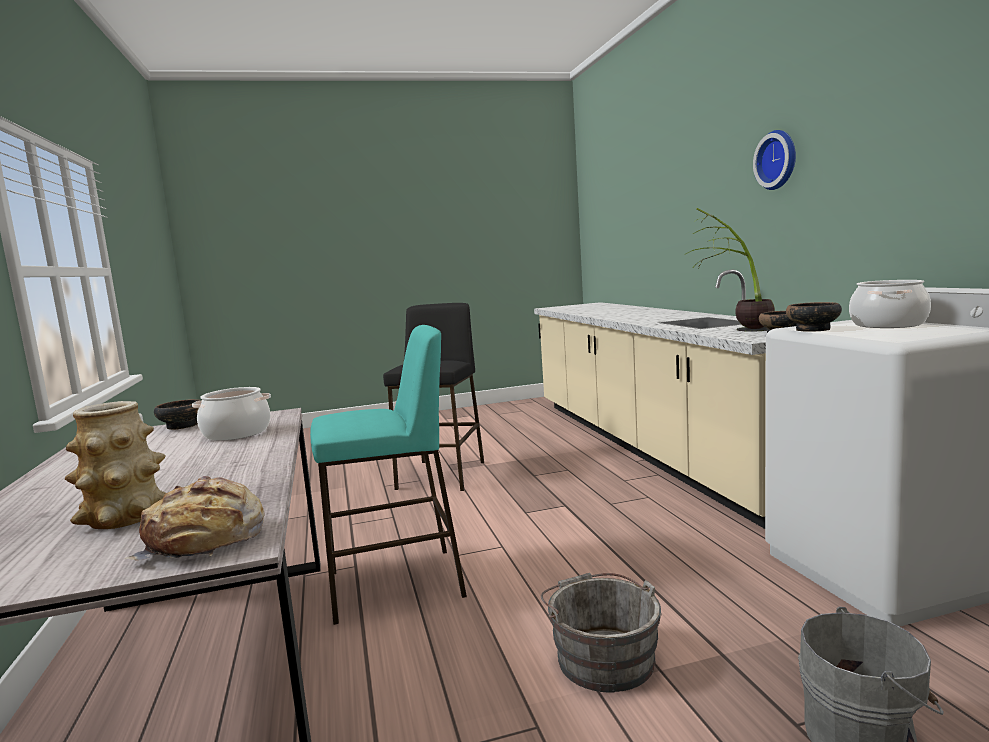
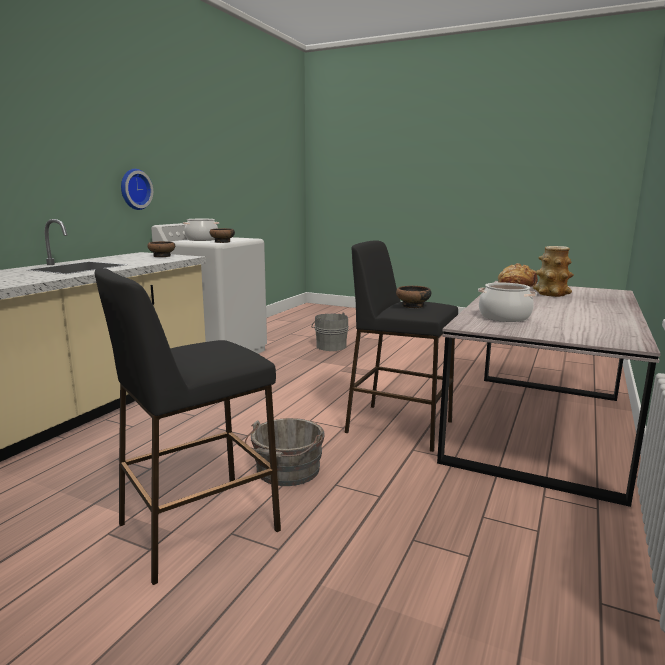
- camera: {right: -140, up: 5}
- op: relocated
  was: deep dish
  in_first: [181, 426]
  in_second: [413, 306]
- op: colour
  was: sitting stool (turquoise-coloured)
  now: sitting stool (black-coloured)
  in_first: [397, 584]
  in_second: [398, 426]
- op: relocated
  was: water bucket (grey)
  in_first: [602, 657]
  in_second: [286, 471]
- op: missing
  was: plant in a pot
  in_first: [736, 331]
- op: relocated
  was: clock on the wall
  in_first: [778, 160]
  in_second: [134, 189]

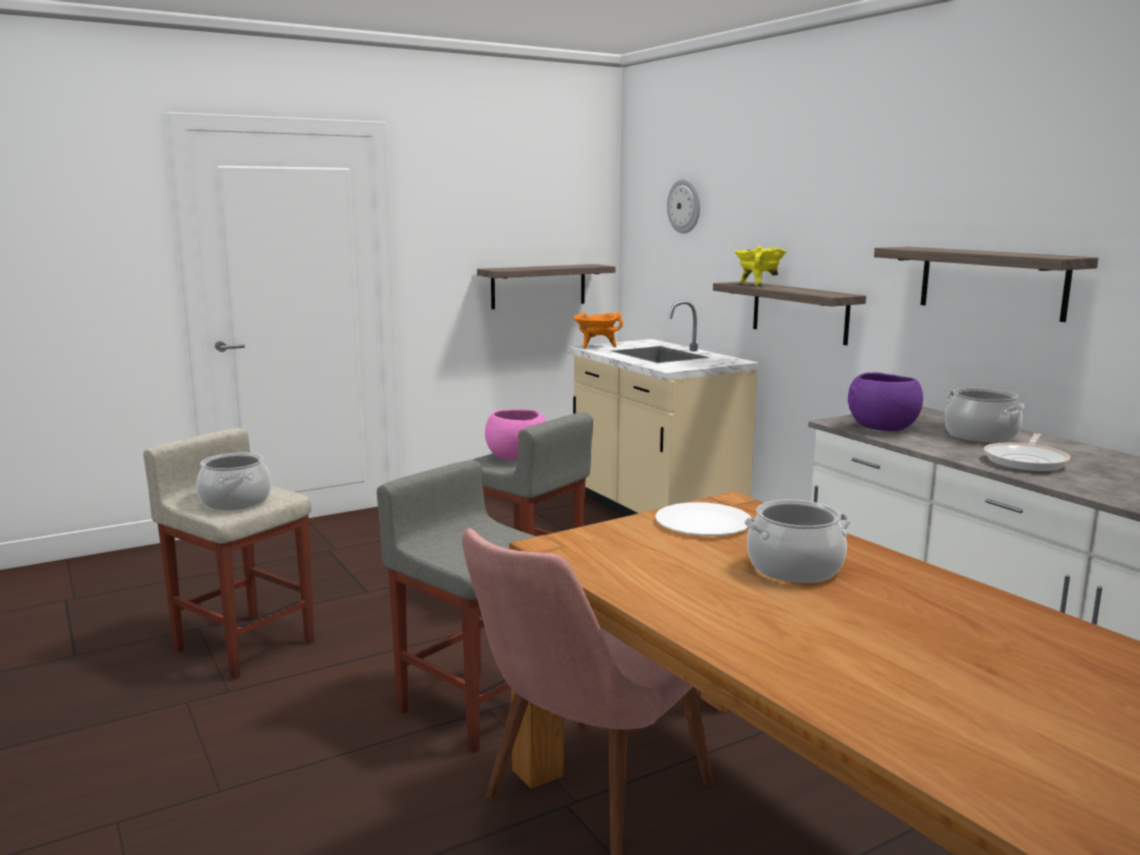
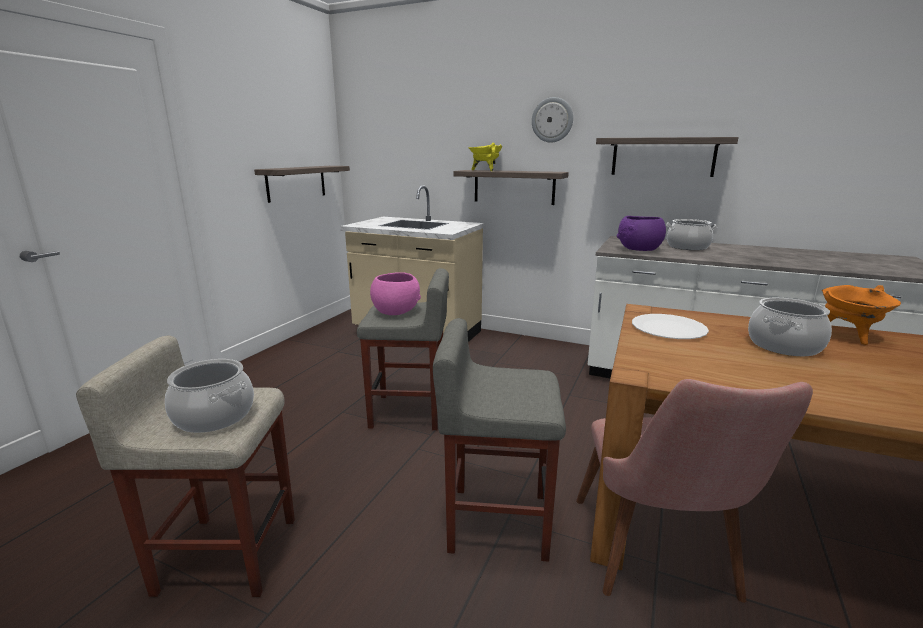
- camera: {right: -35, up: 5}
- op: relocated
  was: saucepot (orangey)
  in_first: [596, 346]
  in_second: [849, 336]
- op: relocated
  was: clock on the wall
  in_first: [684, 206]
  in_second: [552, 120]
- op: missing
  was: frying pan
  in_first: [1026, 461]

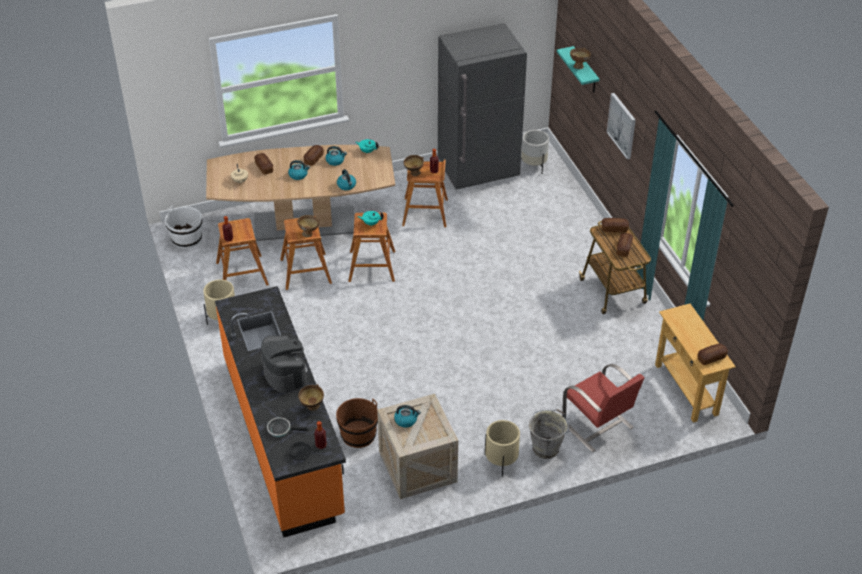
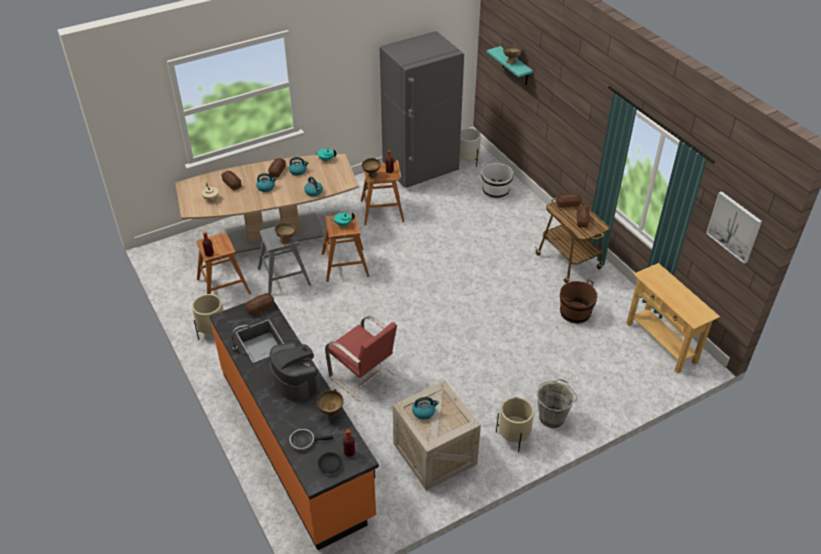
- camera: {right: -10, up: 0}
- op: relocated
  was: water bucket (whitish)
  in_first: [186, 239]
  in_second: [495, 191]
- op: colour
  was: sitting stool (brown)
  now: sitting stool (grey)
  in_first: [305, 272]
  in_second: [284, 277]
- op: relocated
  was: water bucket (brown)
  in_first: [358, 435]
  in_second: [575, 313]
- op: relocated
  was: chair (red)
  in_first: [598, 426]
  in_second: [363, 376]
- op: relocated
  was: wall picture
  in_first: [622, 125]
  in_second: [734, 227]
- op: relocated
  was: bread
  in_first: [711, 358]
  in_second: [260, 308]

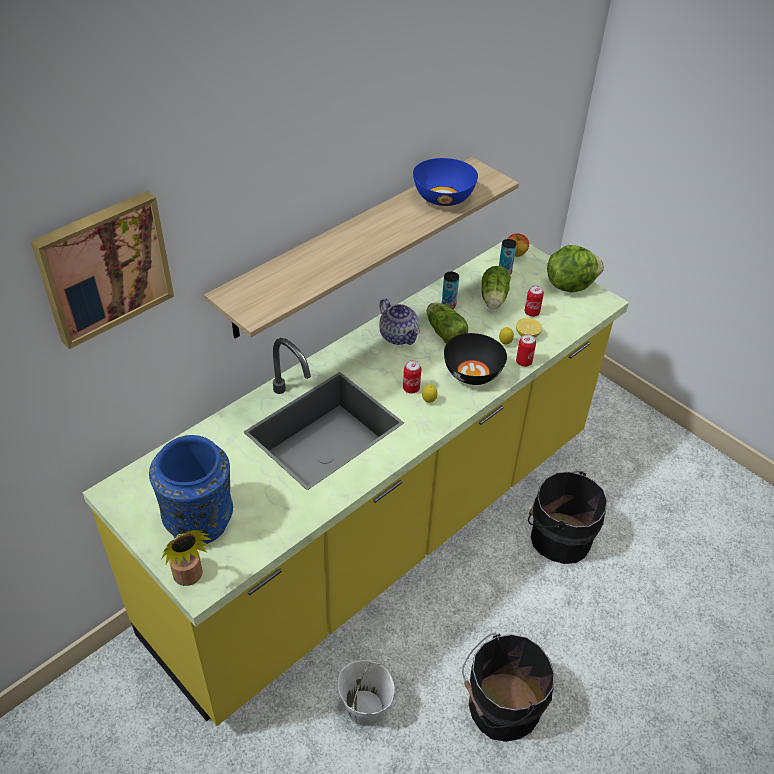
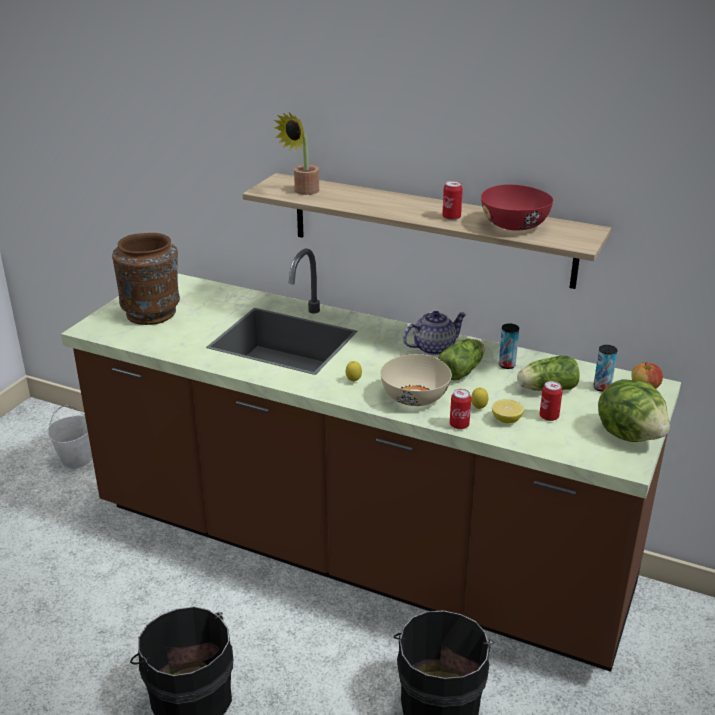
- camera: {right: 70, up: -15}
- op: missing
  was: wall picture
  in_first: [103, 267]
- op: colour
  was: kitchen base unit (yellow-coloured)
  now: kitchen base unit (brown)
  in_first: [381, 532]
  in_second: [357, 552]
- op: colour
  was: flower vase (bluish)
  now: flower vase (brown)
  in_first: [199, 520]
  in_second: [152, 313]
- op: relocated
  was: plant in a pot
  in_first: [190, 578]
  in_second: [303, 192]
- op: relocated
  was: water bucket (whitish)
  in_first: [364, 707]
  in_second: [77, 459]
- op: spun
  was: teapot
  in_first: [398, 335]
  in_second: [433, 348]
  clockwise: -150
- op: relocated
  was: sealed can
  in_first: [411, 388]
  in_second: [451, 217]
- op: colour
  was: deep dish (bluish)
  now: deep dish (red)
  in_first: [444, 197]
  in_second: [515, 225]
- op: colour
  was: deep dish (black-coloured)
  now: deep dish (beige)
  in_first: [472, 373]
  in_second: [414, 397]

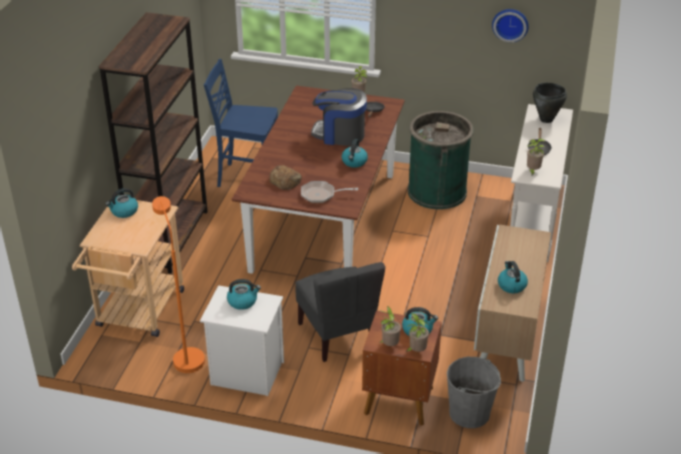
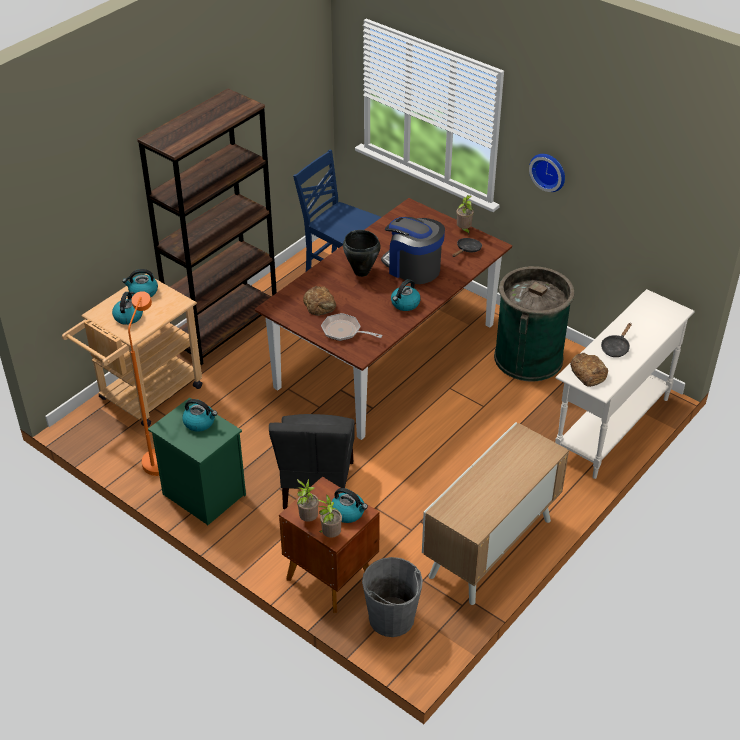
- camera: {right: 25, up: 5}
- op: colour
  was: bedside table (whitish)
  now: bedside table (green)
  in_first: [245, 373]
  in_second: [202, 494]
- op: relocated
  was: clock on the wall
  in_first: [510, 24]
  in_second: [549, 171]
- op: relocated
  was: kettle
  in_first: [511, 285]
  in_second: [128, 316]
- op: exchanged
  was: plant in a pot
  now: bread
  in_first: [532, 171]
  in_second: [588, 372]
- op: relocated
  was: saucepot (black-coloured)
  in_first: [546, 119]
  in_second: [361, 272]

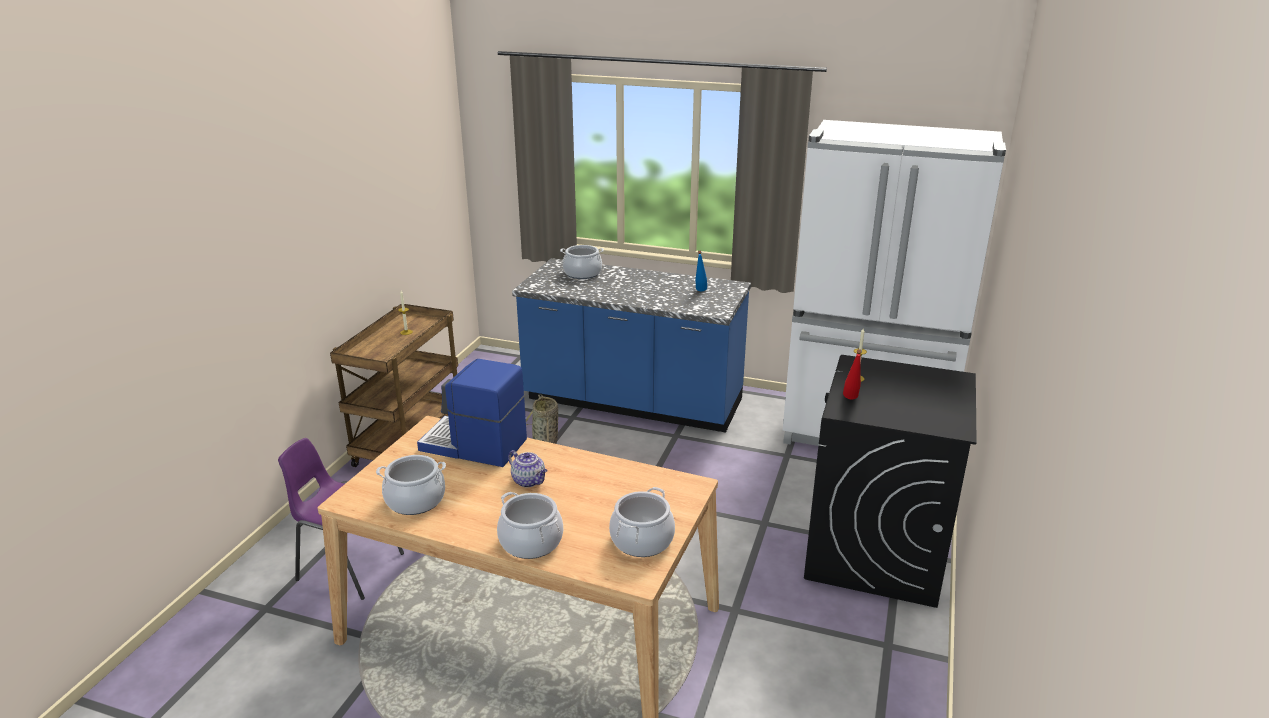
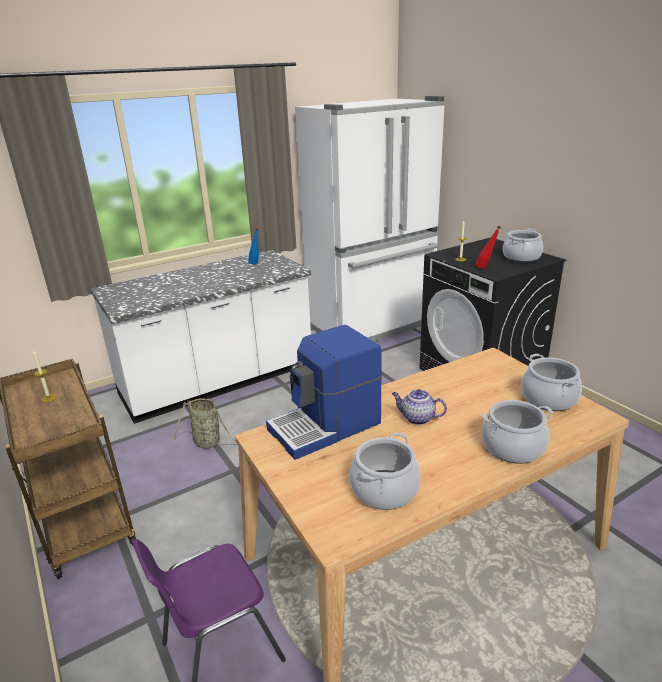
- camera: {right: -50, up: 0}
- op: spun
  was: teapot
  in_first: [529, 481]
  in_second: [417, 418]
  clockwise: -150
- op: colour
  was: kitchen base unit (bluish)
  now: kitchen base unit (whitish)
  in_first: [632, 402]
  in_second: [218, 382]
- op: relocated
  was: saucepot
  in_first: [582, 273]
  in_second: [521, 257]

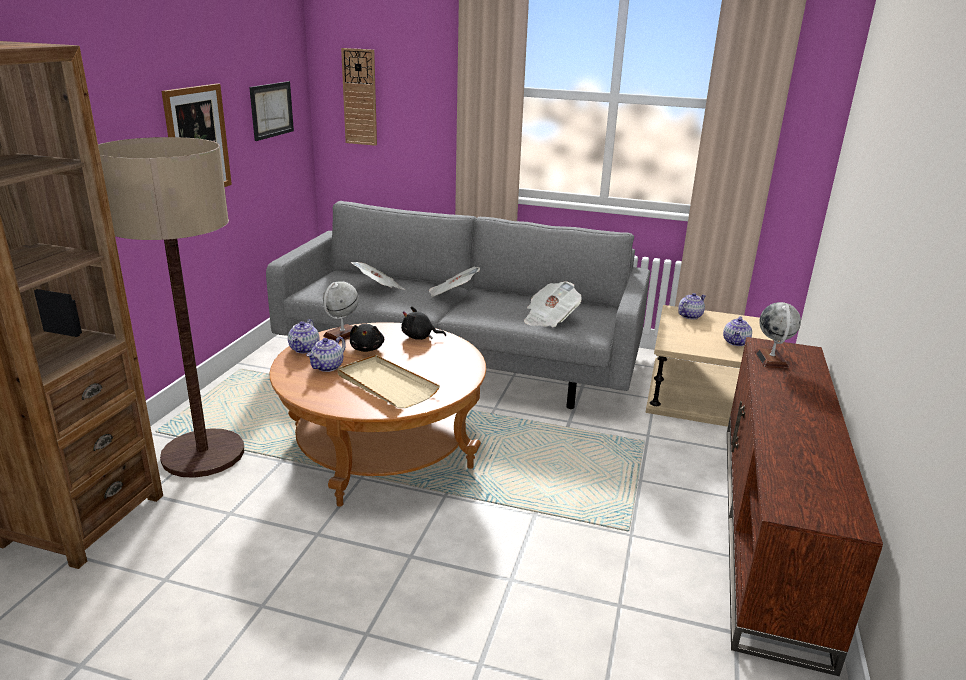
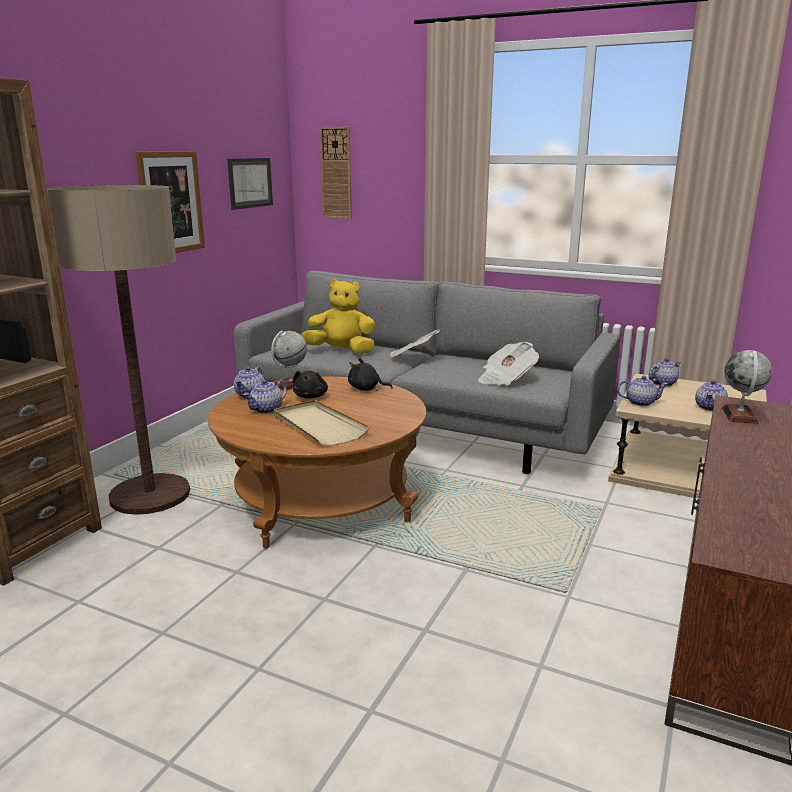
- camera: {right: 10, up: -5}
- op: exchanged
  was: printed paper
  now: plush toy (yellow-coloured)
  in_first: [379, 289]
  in_second: [341, 351]
- op: appeared
  now: teapot
  in_second: [640, 402]

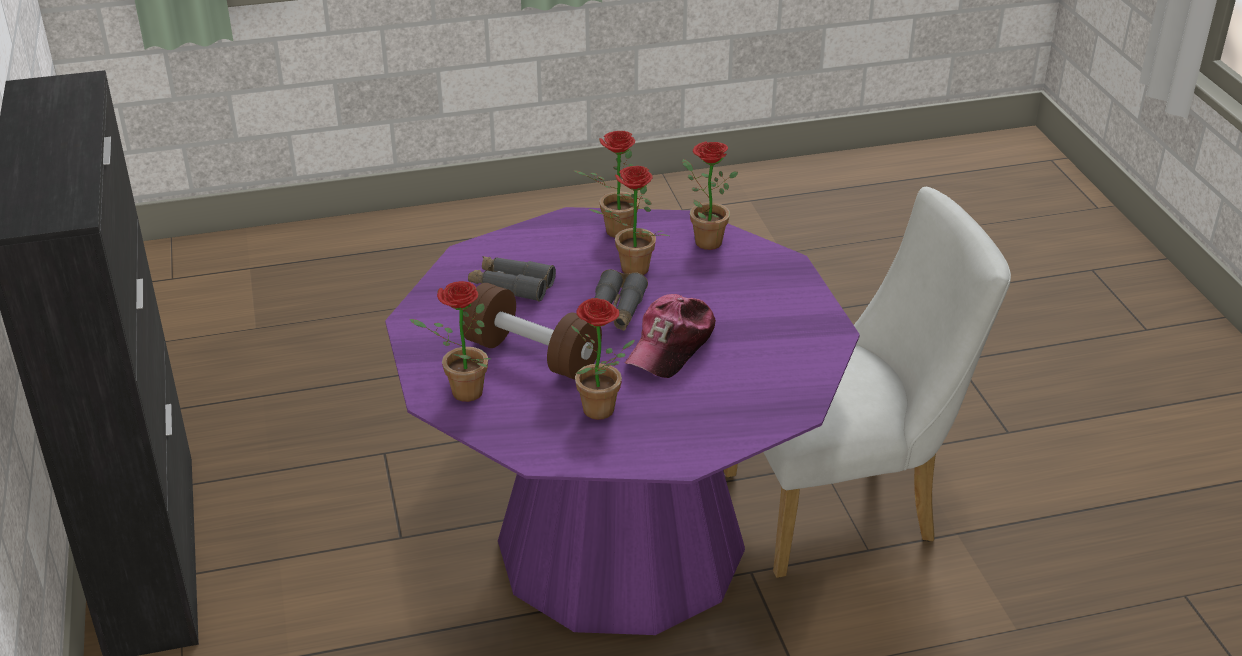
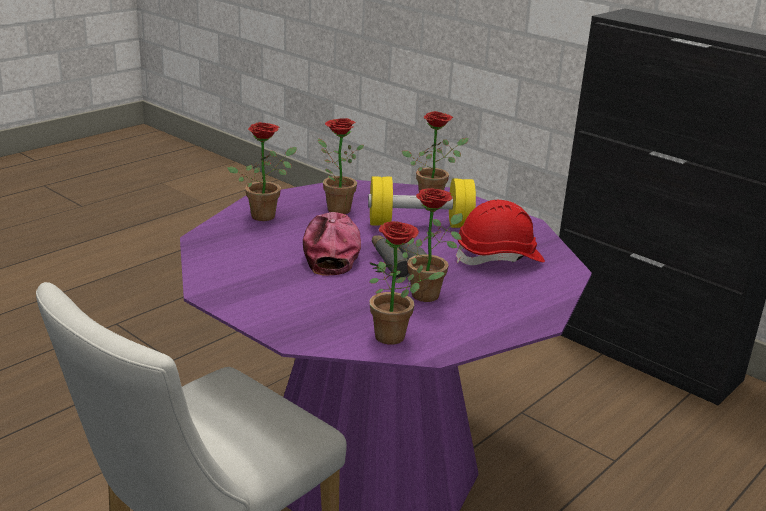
- camera: {right: 145, up: -10}
- op: colour
  was: free weight (brown)
  now: free weight (yellow-coloured)
  in_first: [532, 355]
  in_second: [419, 224]
- op: exchanged
  was: field glasses (grey)
  now: hard hat (red)
  in_first: [511, 285]
  in_second: [499, 258]
- op: relocated
  was: plant in a pot
  in_first: [613, 232]
  in_second: [266, 214]

